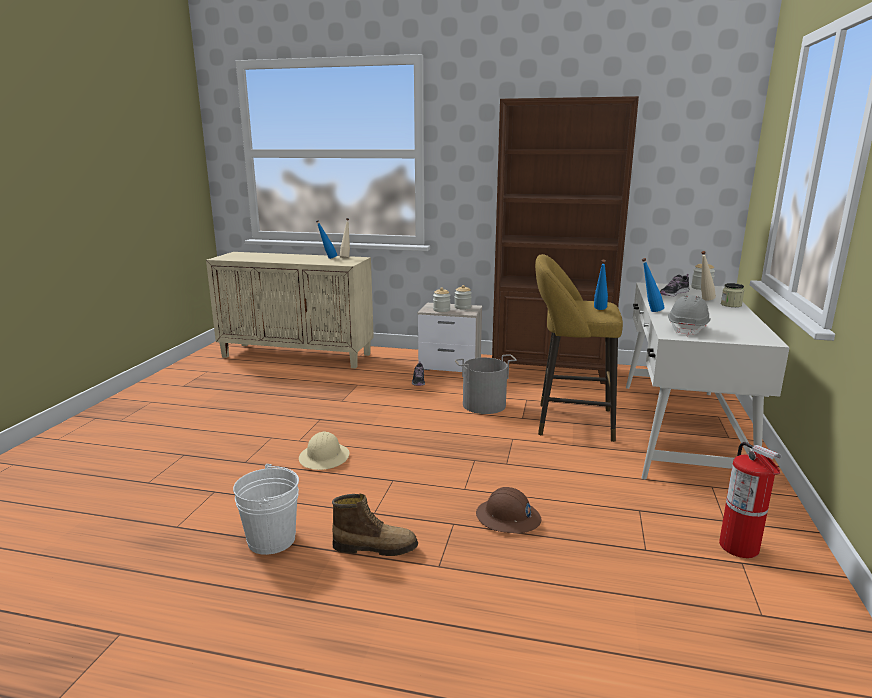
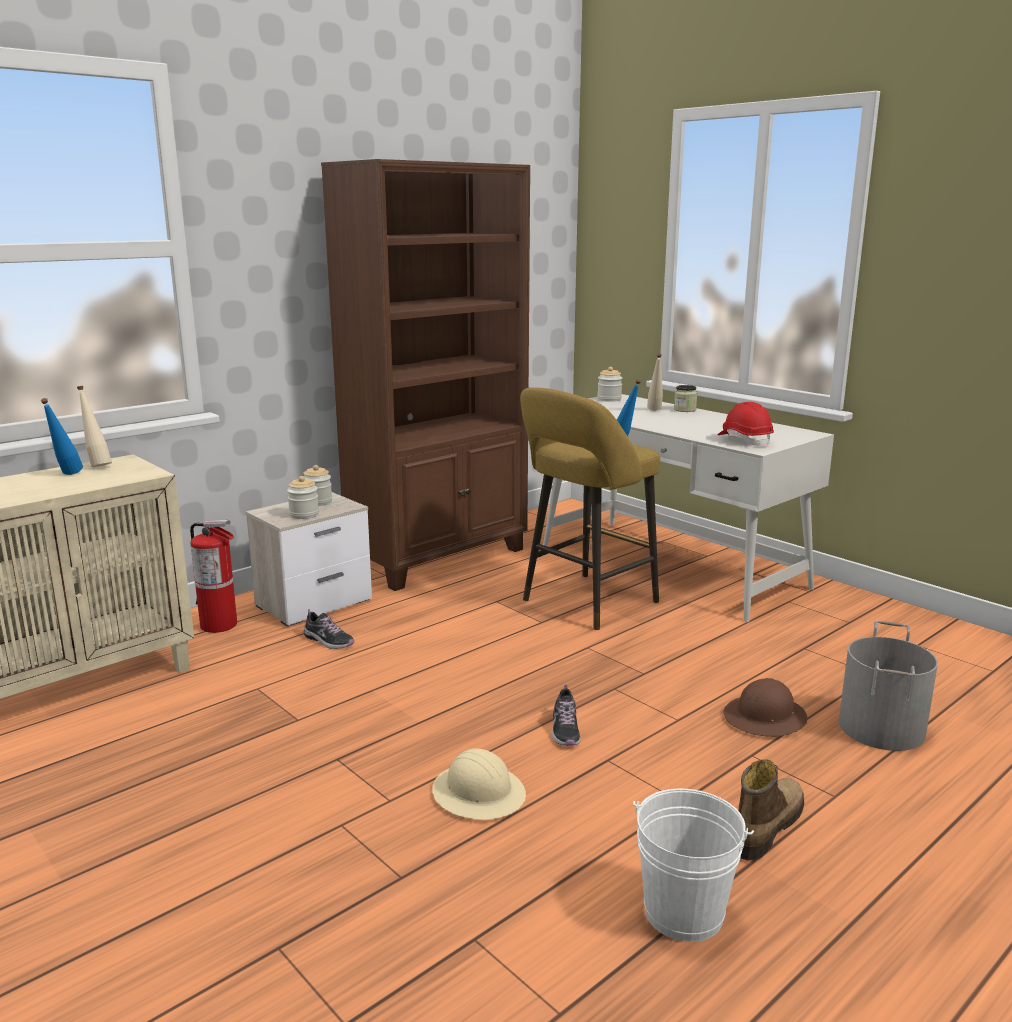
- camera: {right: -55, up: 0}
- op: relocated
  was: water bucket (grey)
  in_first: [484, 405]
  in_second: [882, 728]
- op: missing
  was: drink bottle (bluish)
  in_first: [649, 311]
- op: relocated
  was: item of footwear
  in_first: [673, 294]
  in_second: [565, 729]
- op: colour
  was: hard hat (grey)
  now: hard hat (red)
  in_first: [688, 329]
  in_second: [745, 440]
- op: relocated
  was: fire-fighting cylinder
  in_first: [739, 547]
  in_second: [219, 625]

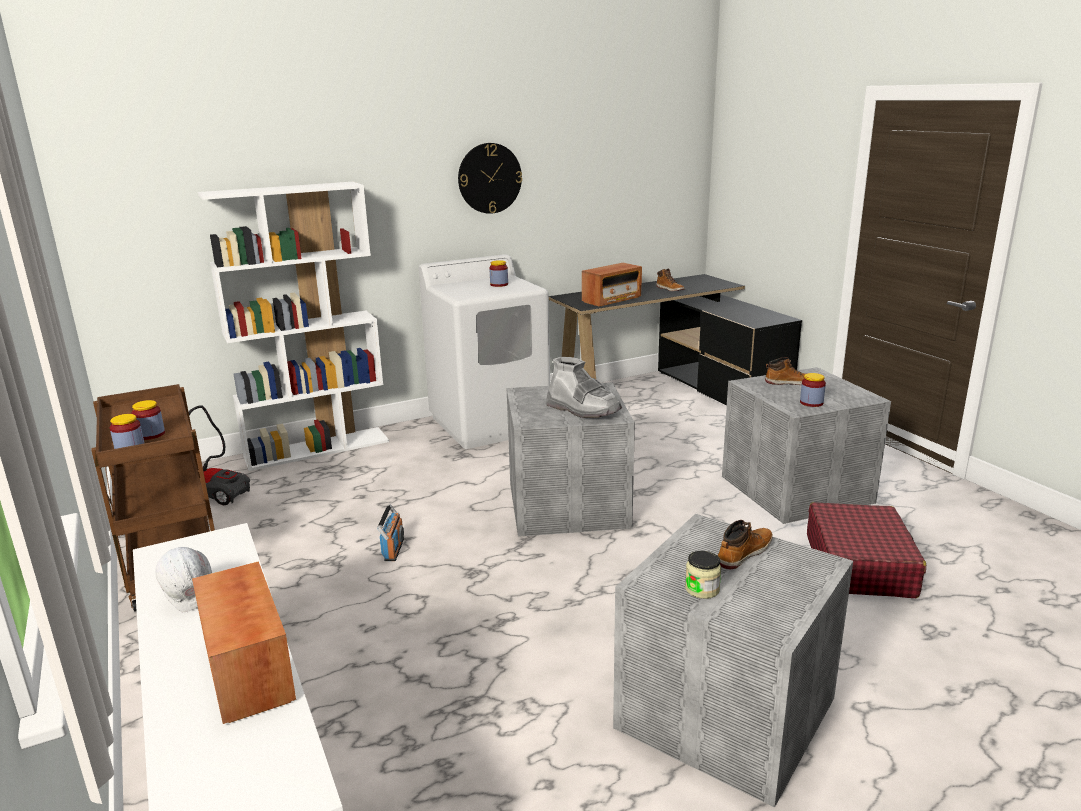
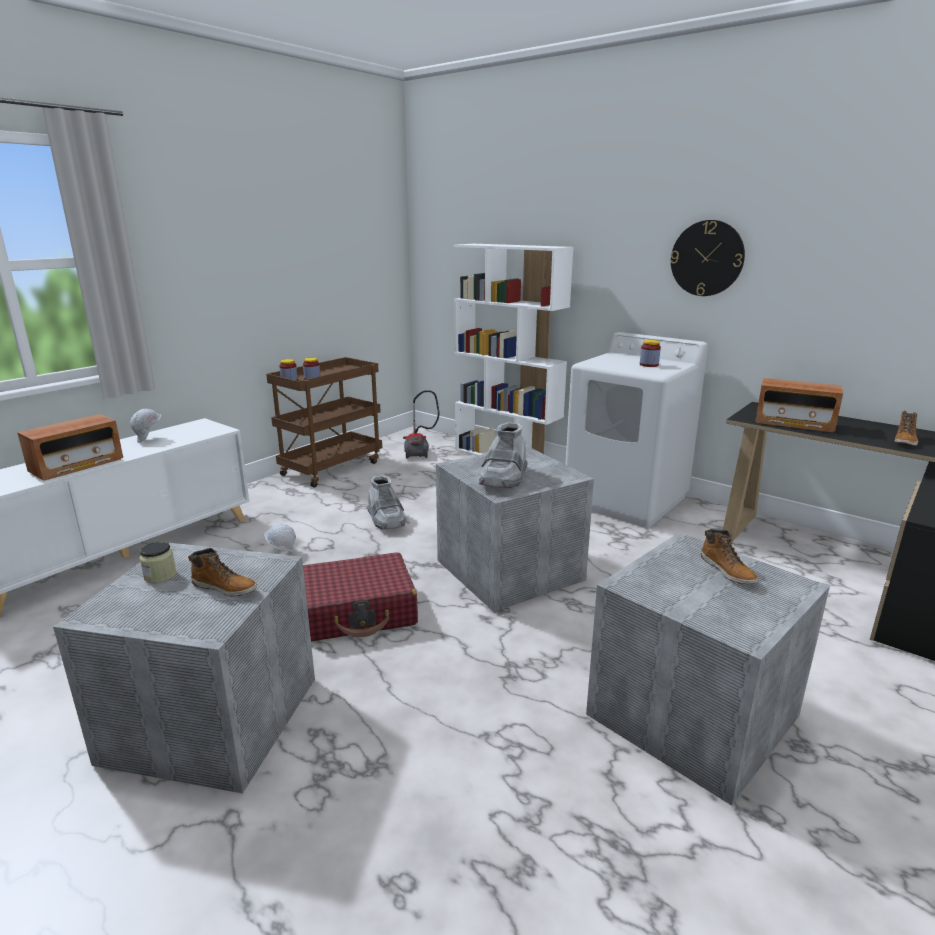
- camera: {right: 65, up: 0}
- op: exchanged
  was: radio
  now: tall boot (grey)
  in_first: [393, 549]
  in_second: [386, 520]
- op: missing
  was: storage jar
  in_first: [811, 403]
- op: relocated
  was: suitcase (red)
  in_first: [859, 565]
  in_second: [358, 611]
- op: appeared
  now: hard hat (whitish)
  in_second: [282, 552]

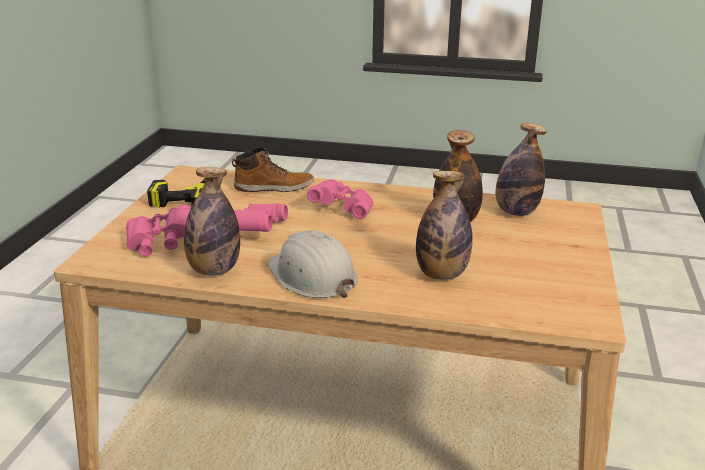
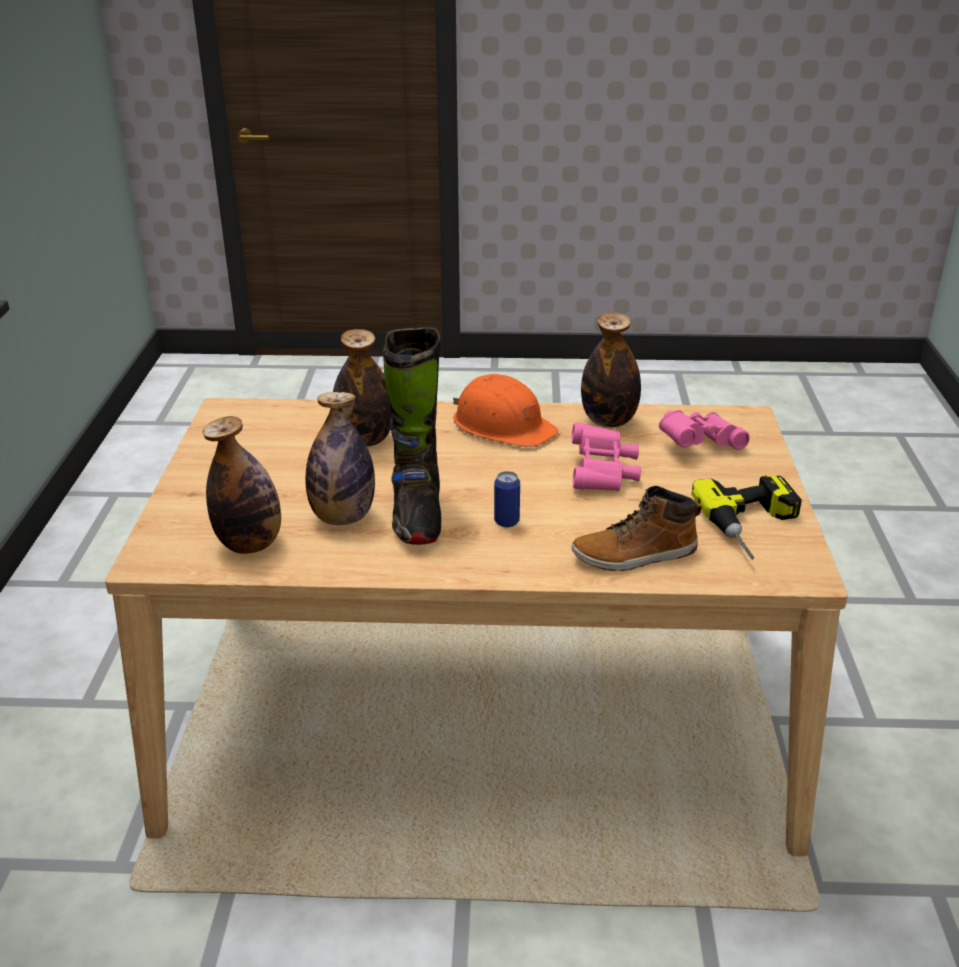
- camera: {right: 170, up: 5}
- op: colour
  was: hard hat (whitish)
  now: hard hat (orangey)
  in_first: [312, 276]
  in_second: [503, 425]
- op: exchanged
  was: field glasses (pink)
  now: sealed can
  in_first: [343, 209]
  in_second: [506, 521]
- op: appeared
  now: tall boot (black-coloured)
  in_second: [416, 515]

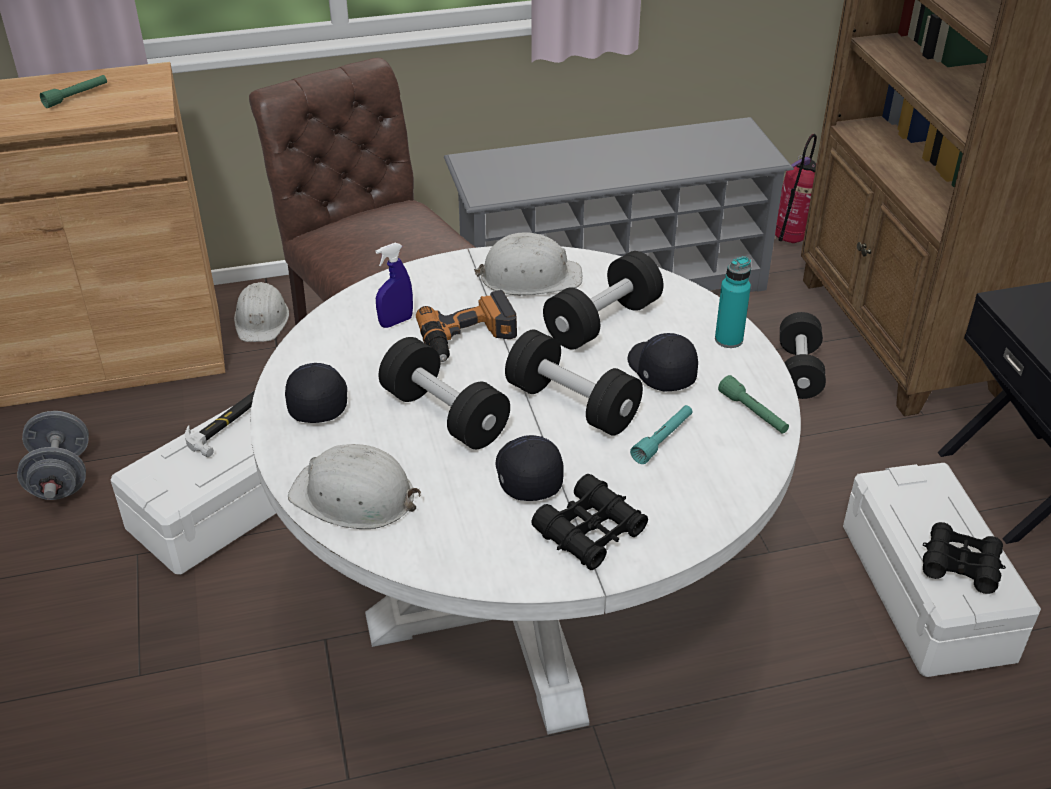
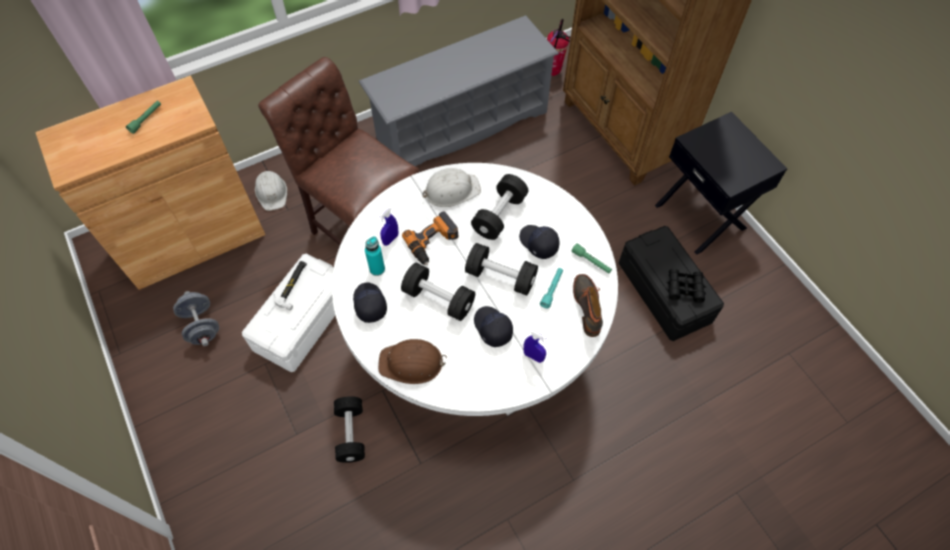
- camera: {right: -15, up: 20}
- op: colour
  was: hard hat (whitish)
  now: hard hat (brown)
  in_first: [354, 497]
  in_second: [411, 363]
- op: exchanged
  was: field glasses (black-coloured)
  now: hand sprayer (bluish)
  in_first: [590, 532]
  in_second: [533, 356]
- op: relocated
  was: drink bottle (turquoise-coloured)
  in_first: [728, 339]
  in_second: [377, 269]
- op: relocated
  was: free weight (black-coloured)
  in_first: [799, 371]
  in_second: [351, 433]
- op: colour
  was: storage container (whitish)
  now: storage container (black-coloured)
  in_first: [928, 592]
  in_second: [665, 292]
- op: appeared
  now: tall boot
  in_second: [588, 307]

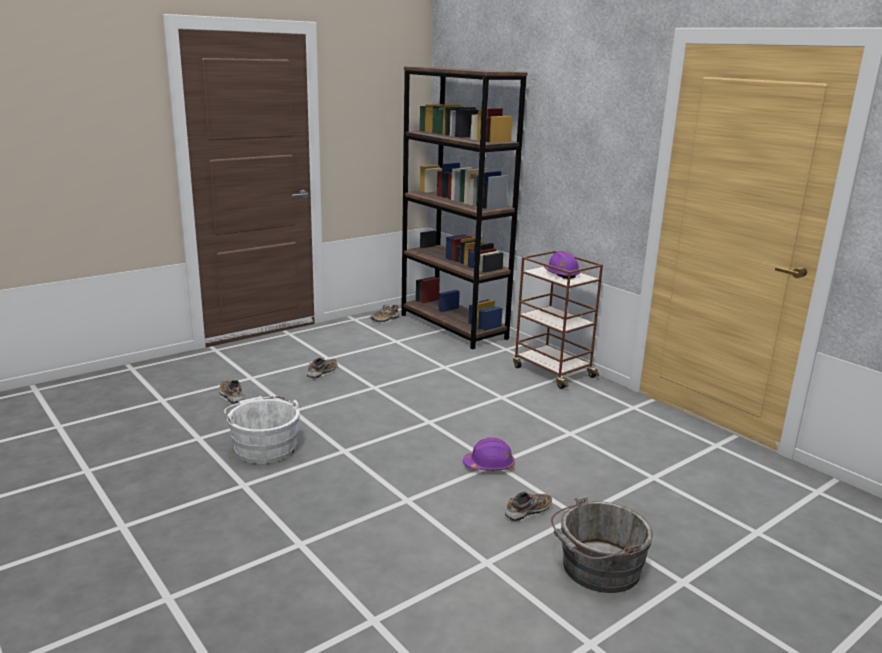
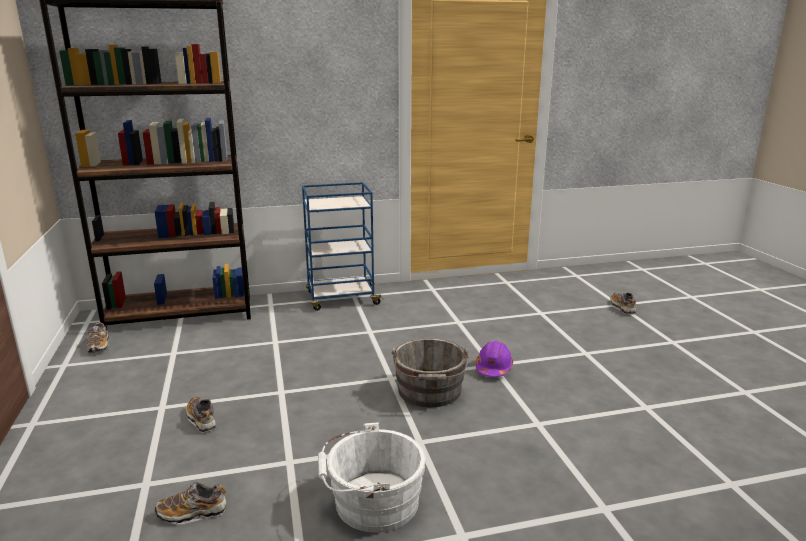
- camera: {right: -65, up: 0}
- op: relocated
  was: item of footwear
  in_first: [528, 512]
  in_second: [622, 307]
- op: colour
  was: wheeled cart (brown)
  now: wheeled cart (bluish)
  in_first: [552, 372]
  in_second: [341, 299]
- op: missing
  was: hard hat (purplish)
  in_first: [561, 274]
- op: relocated
  was: water bucket (grey)
  in_first: [597, 568]
  in_second: [429, 392]

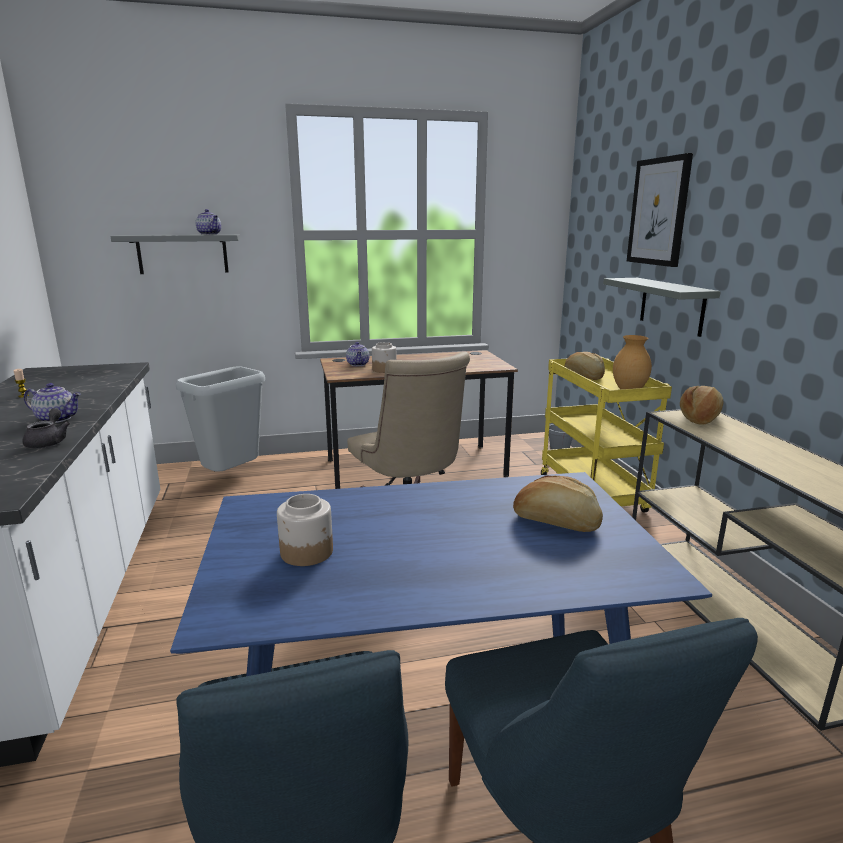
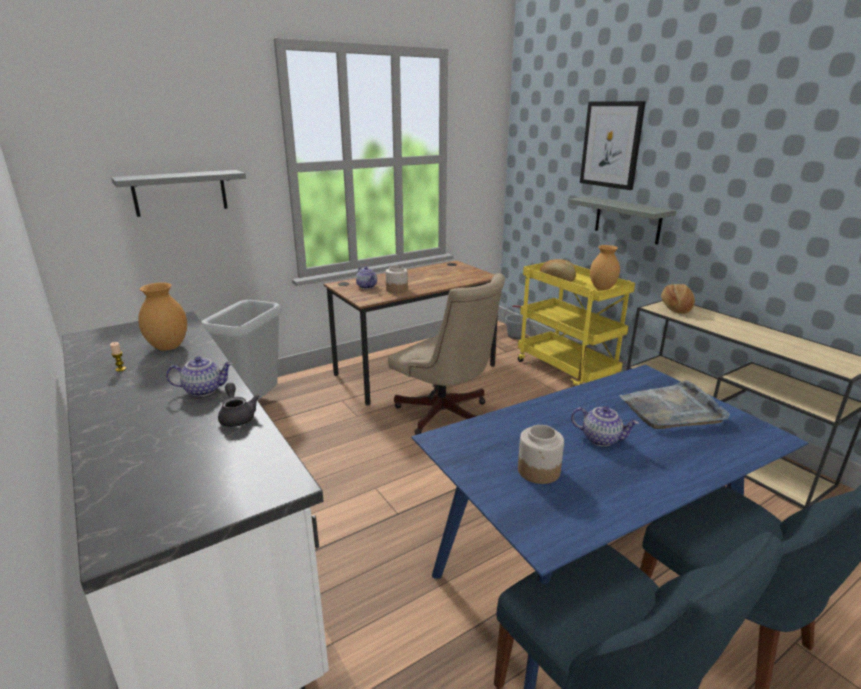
- camera: {right: -20, up: 5}
- op: relocated
  was: teapot
  in_first: [210, 234]
  in_second: [601, 439]
- op: exchanged
  was: bread
  now: serving tray (grey)
  in_first: [556, 522]
  in_second: [672, 409]
- op: appeared
  now: flower vase (brown)
  in_second: [168, 347]

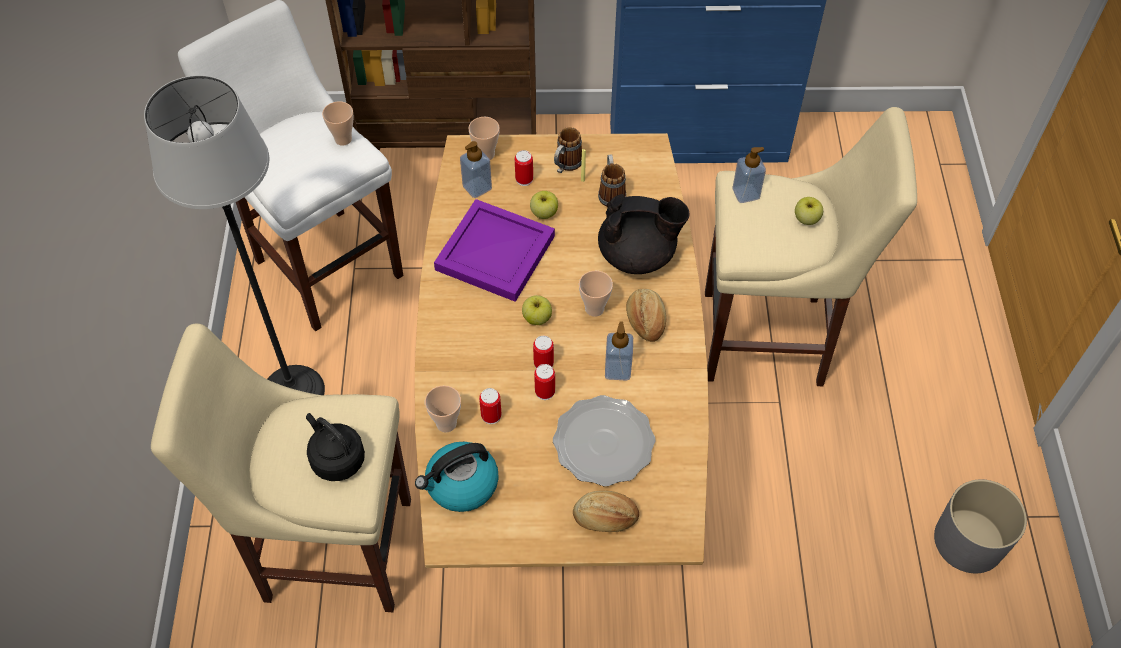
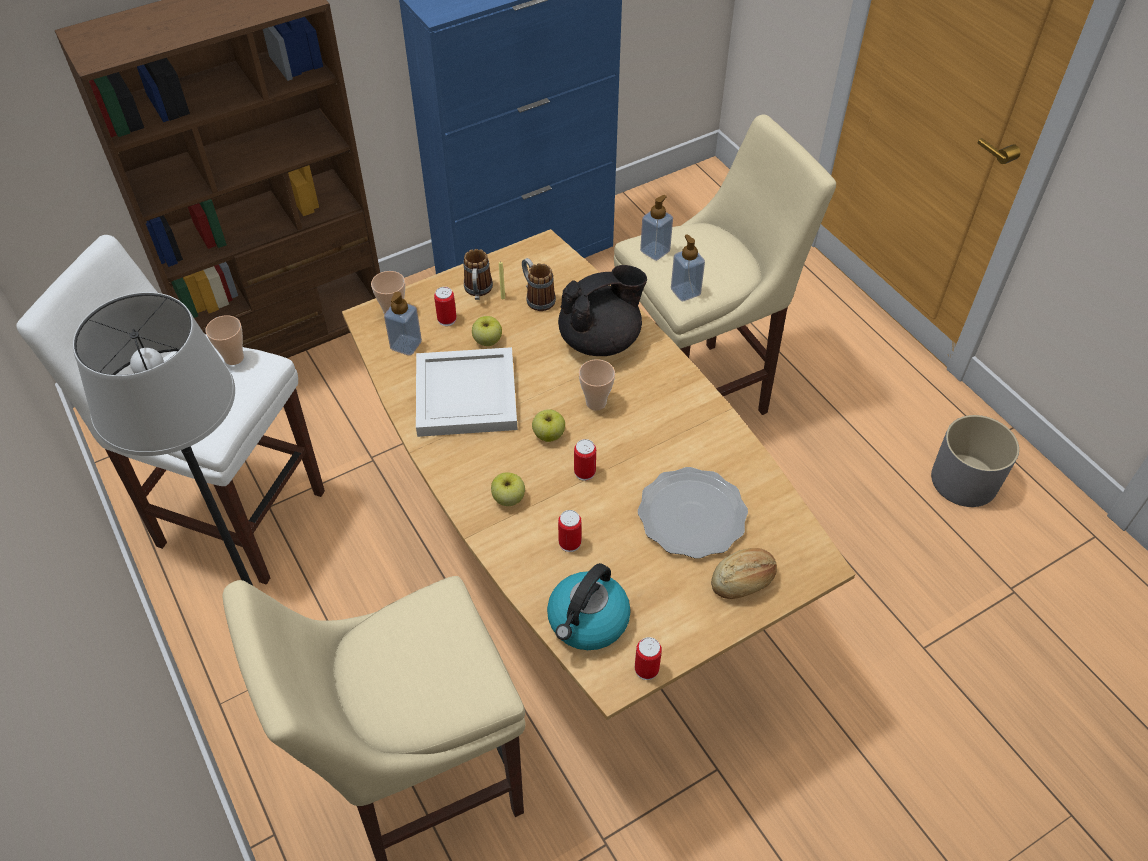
- camera: {right: -30, up: -5}
- op: missing
  was: kettle (black-coloured)
  in_first: [336, 458]
- op: missing
  was: cup
  in_first: [446, 423]
- op: colour
  was: serving tray (purplish)
  now: serving tray (whitish)
  in_first: [493, 253]
  in_second: [464, 396]
- op: relocated
  was: sealed can
  in_first: [545, 392]
  in_second: [646, 669]
- op: relocated
  was: soap dispenser
  in_first: [617, 370]
  in_second: [685, 292]
- op: missing
  was: bread
  in_first: [645, 320]
- op: relocated
  was: apple fruit
  in_first: [806, 219]
  in_second: [508, 498]

